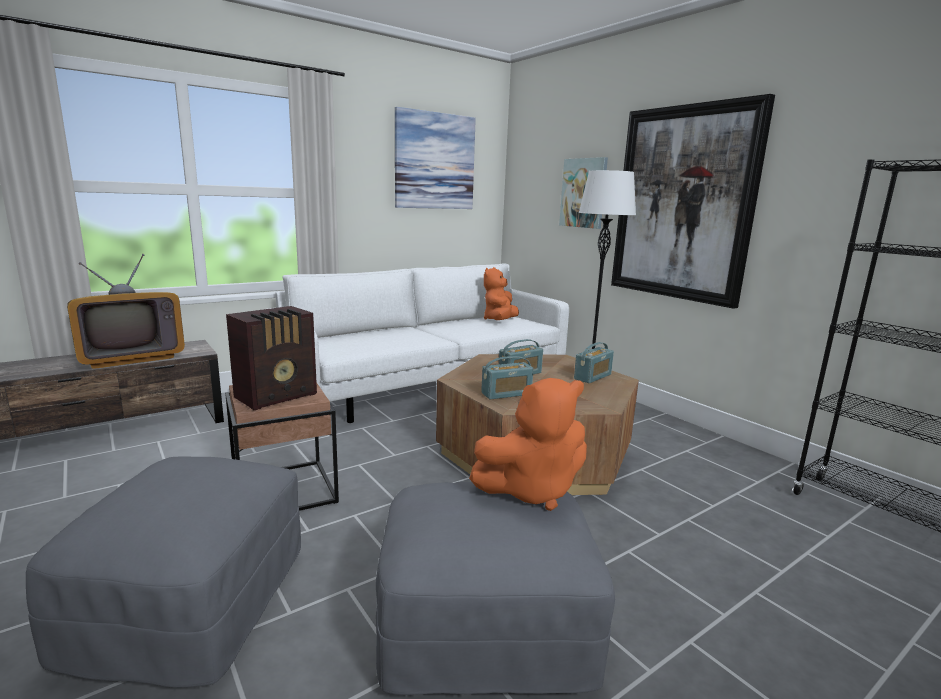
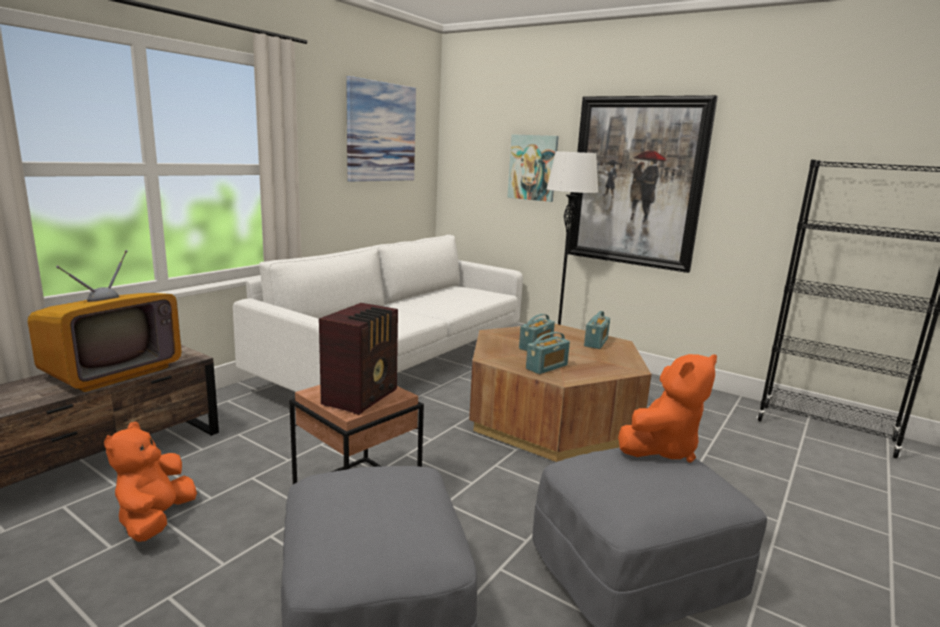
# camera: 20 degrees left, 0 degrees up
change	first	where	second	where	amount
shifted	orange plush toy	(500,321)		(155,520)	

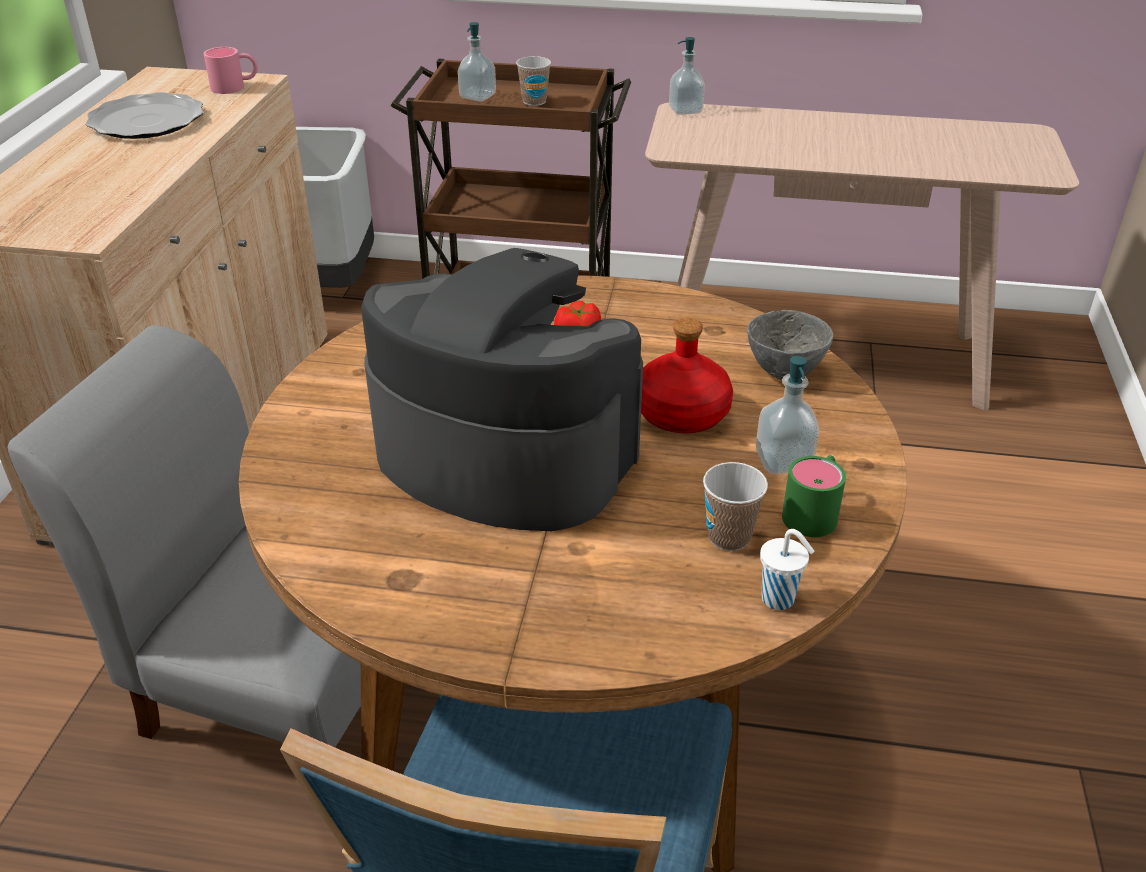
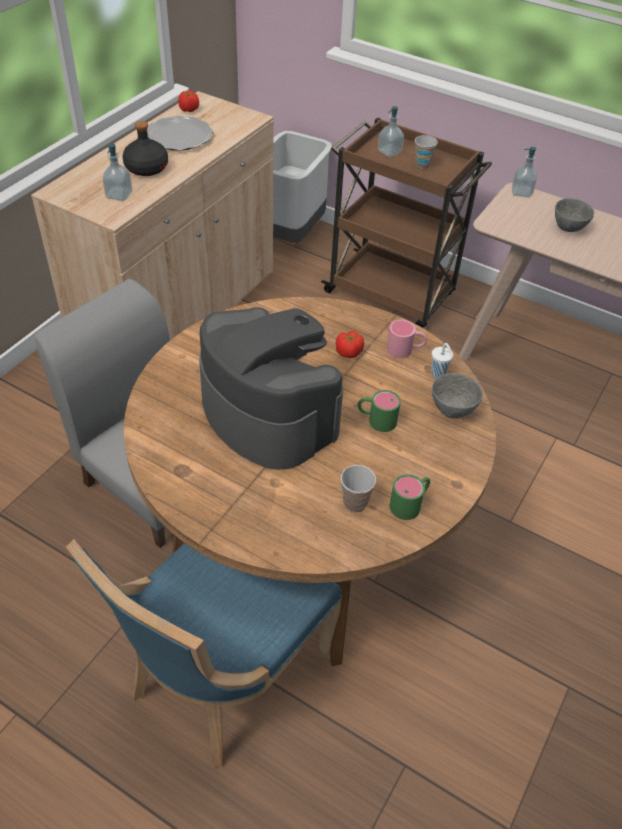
# camera: 20 degrees right, 10 degrees up
change	first	where	second	where	amount
shifted	pinkish tea mug	(235,87)		(405,350)	
swapped	red-coloured bottle	(681,414)	greenish tea mug	(376,419)	
shifted	liquid soap bottle	(783,461)		(119,195)	
shifted	white drinking cup	(779,600)		(438,374)	
new			tomato	(189,109)	
new			black bottle	(146,168)	
new			grey serving bowl	(569,228)	

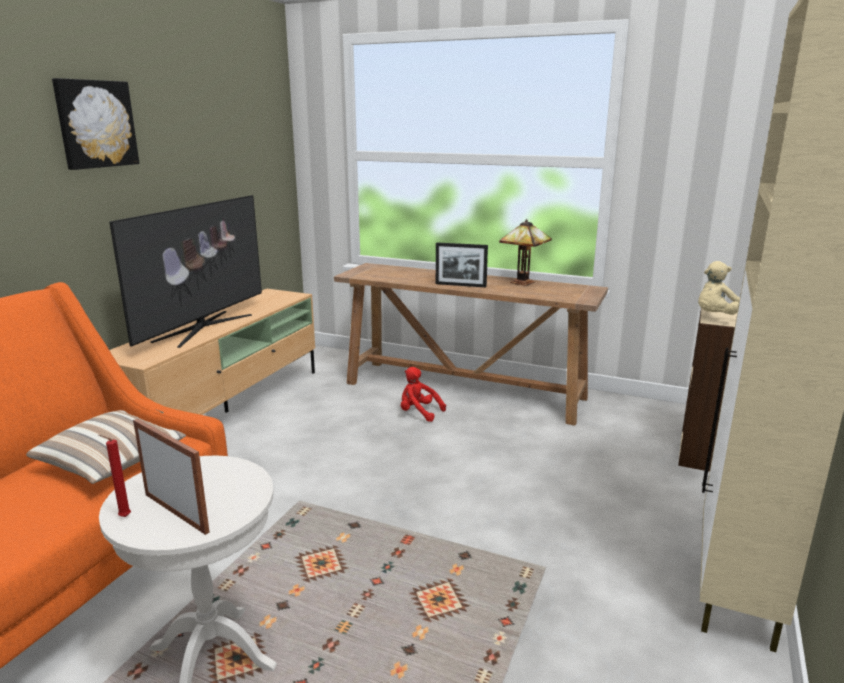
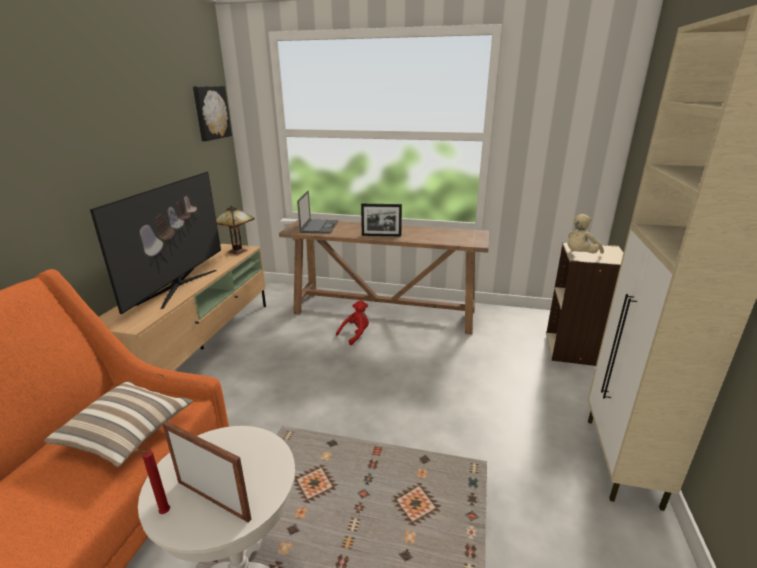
# camera: 10 degrees left, 5 degrees up
change	first	where	second	where	amount
shifted	wall art	(95,124)		(211,112)	
shifted	lamp for a table	(524,282)		(239,251)	
rotated	red-coloured plush toy	(419,413)		(355,334)	120 degrees clockwise
new			laptop	(319,226)	

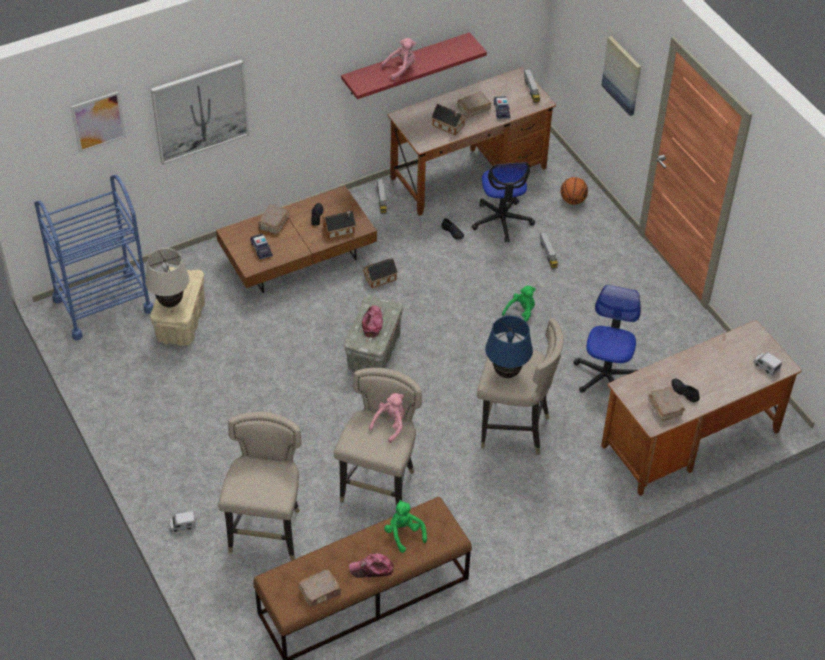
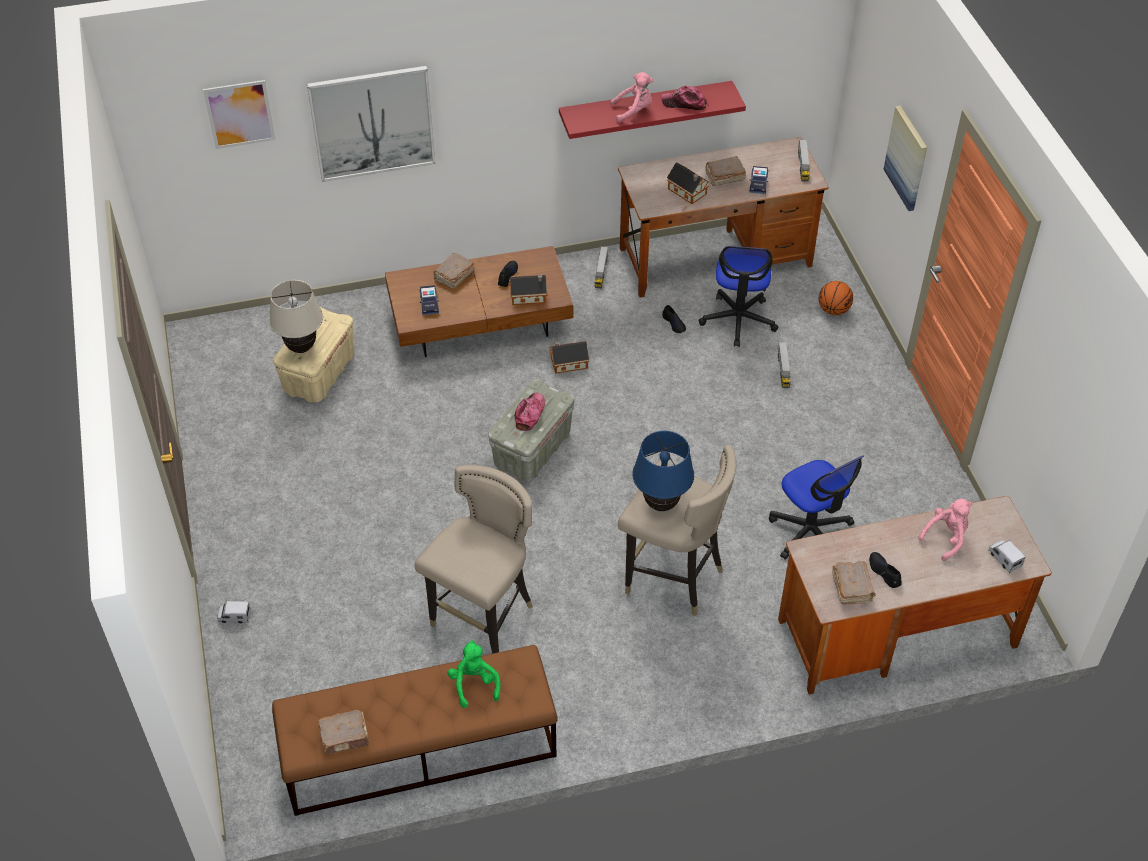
# camera: 15 degrees right, 0 degrees up
change	first	where	second	where	amount
gone	bluish trolley	(103,305)			
rotated	desk chair	(606,376)		(810,532)	120 degrees clockwise
gone	greenish plush toy	(521,314)			
shifted	pinkish plush toy	(390,424)		(946,538)	
gone	beige-coloured sitting stool	(267,534)			
shifted	cap	(372,569)		(684,103)	

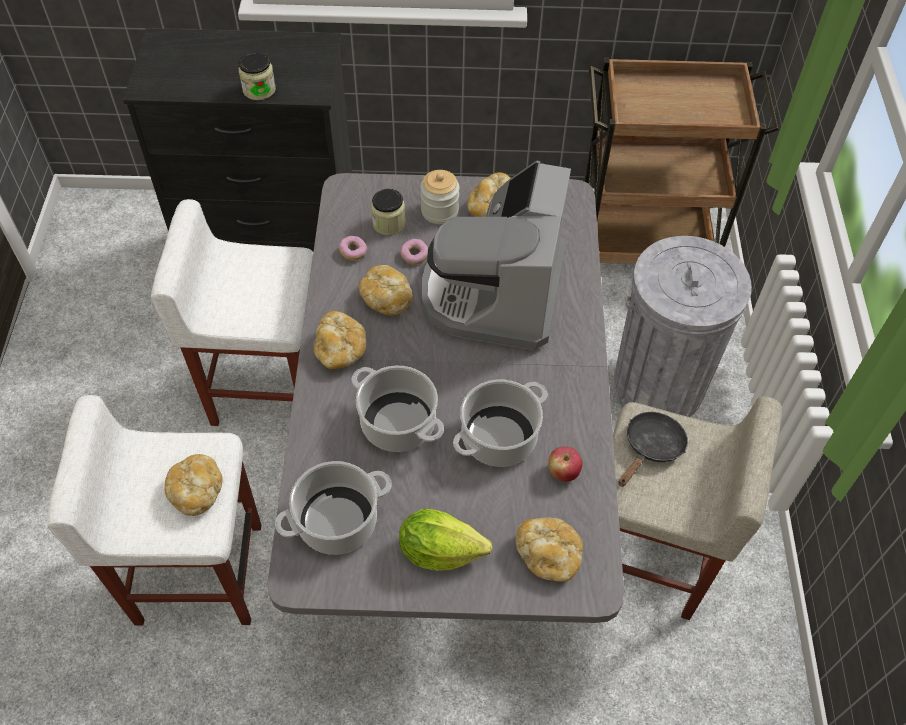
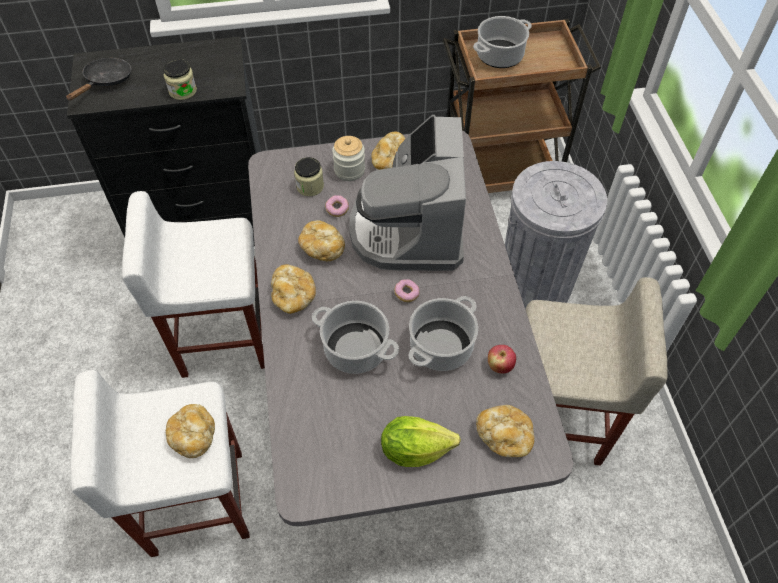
# camera: 10 degrees left, 0 degrees up
change	first	where	second	where	amount
shifted	ring doughnut	(353,252)		(406,294)	
shifted	black frying pan	(651,448)		(106,81)	
shifted	saucepot	(336,522)		(499,56)	

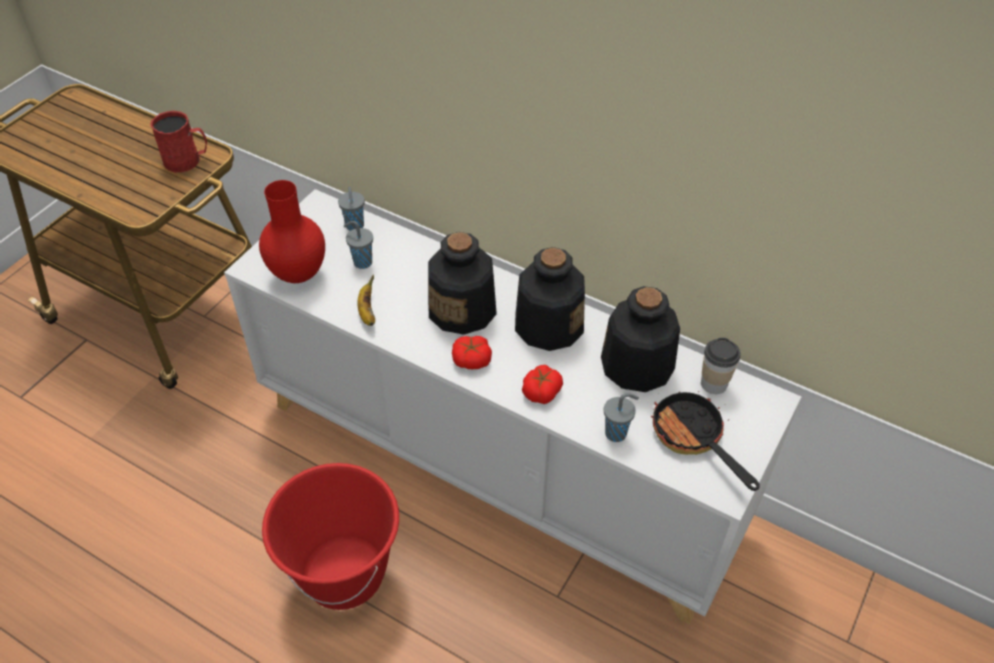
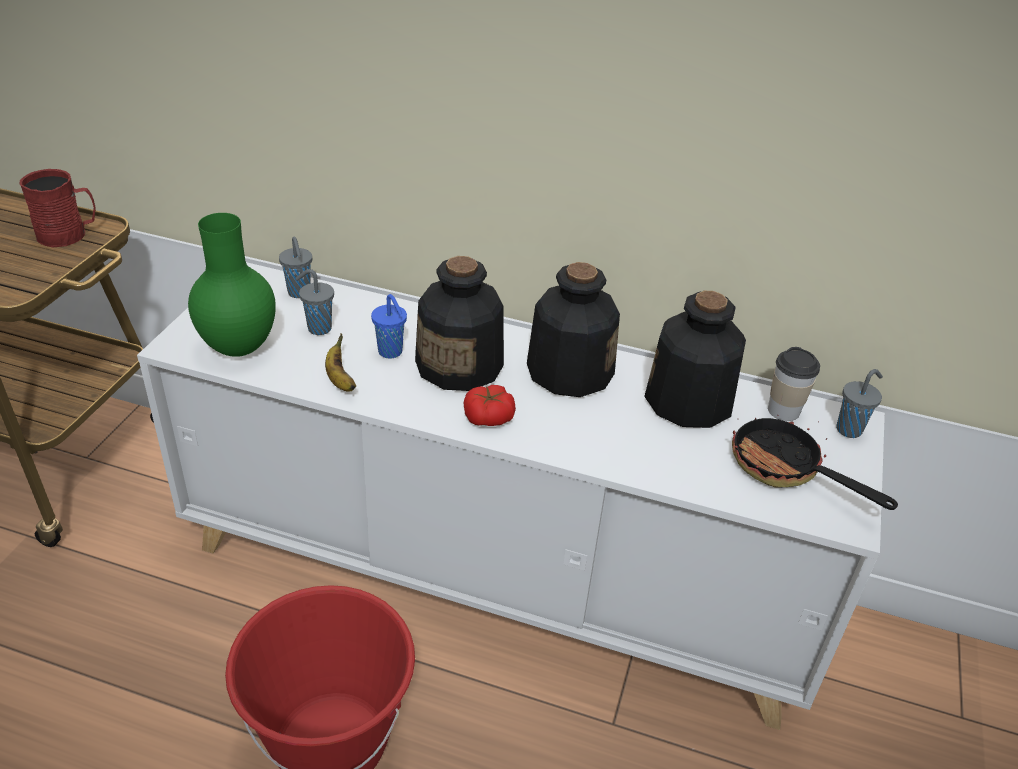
# camera: 15 degrees left, 10 degrees down
change	first	where	second	where	amount
repainted	red-coloured flower vase	(298,274)	greenish flower vase	(238,347)	
gone	tomato	(541,391)			
shifted	grey drinking cup	(617,433)		(850,429)	
new			bluish drinking cup	(391,352)	

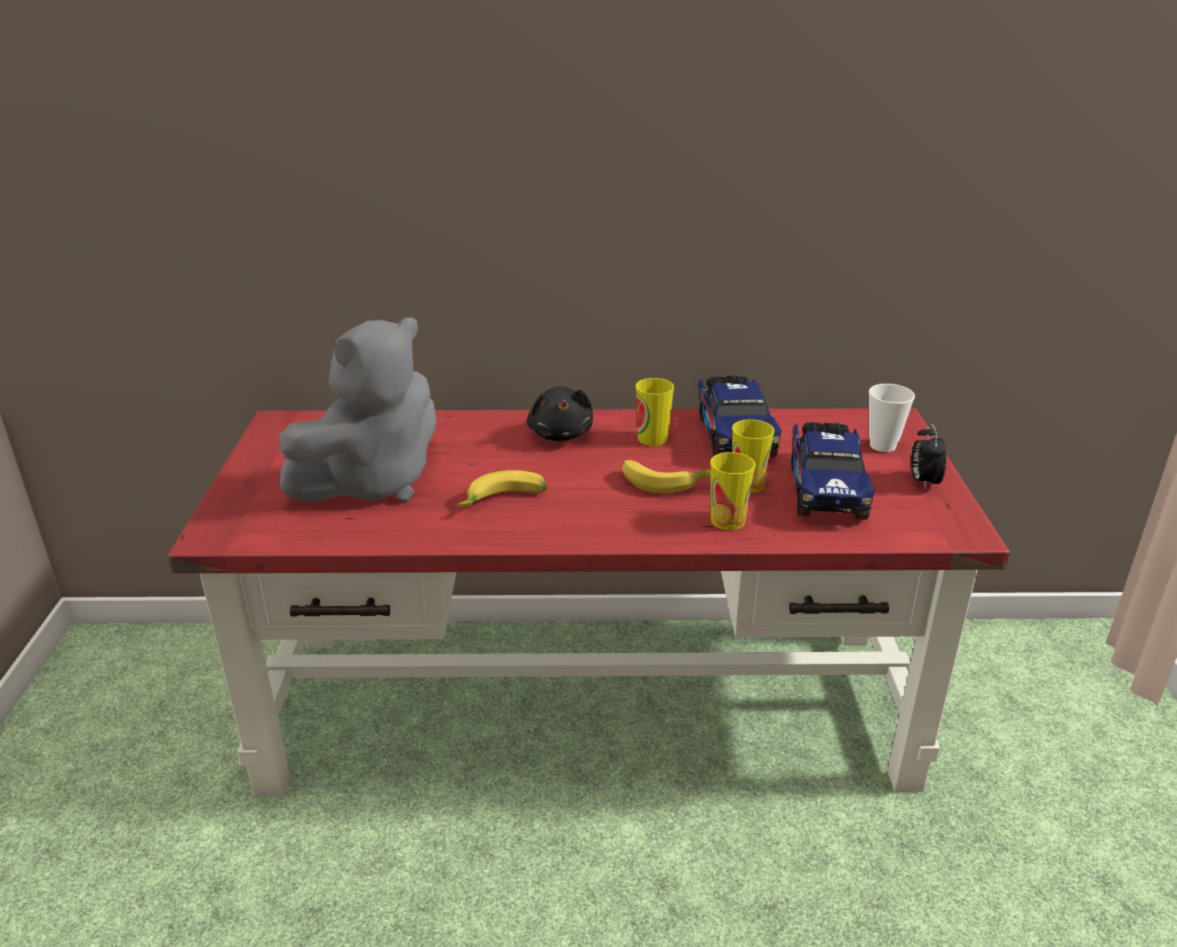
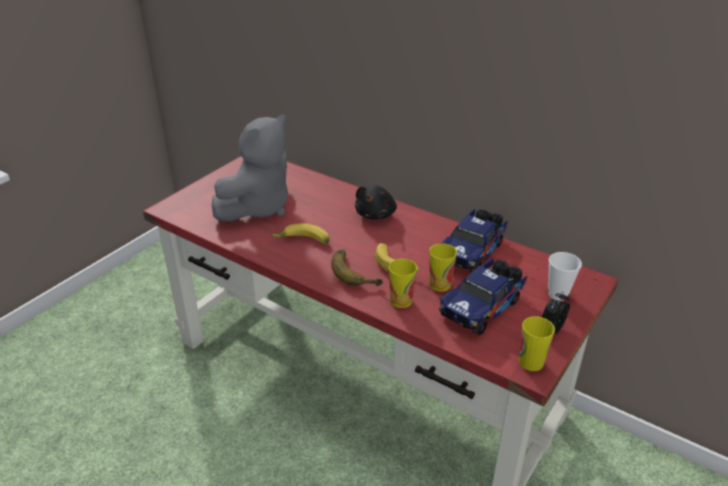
# camera: 35 degrees right, 5 degrees up
change	first	where	second	where	amount
rotated	grey plush toy	(373,482)		(258,207)	45 degrees counterclockwise
shifted	drinking cup	(652,438)		(531,362)	
new			whole banana	(356,271)	

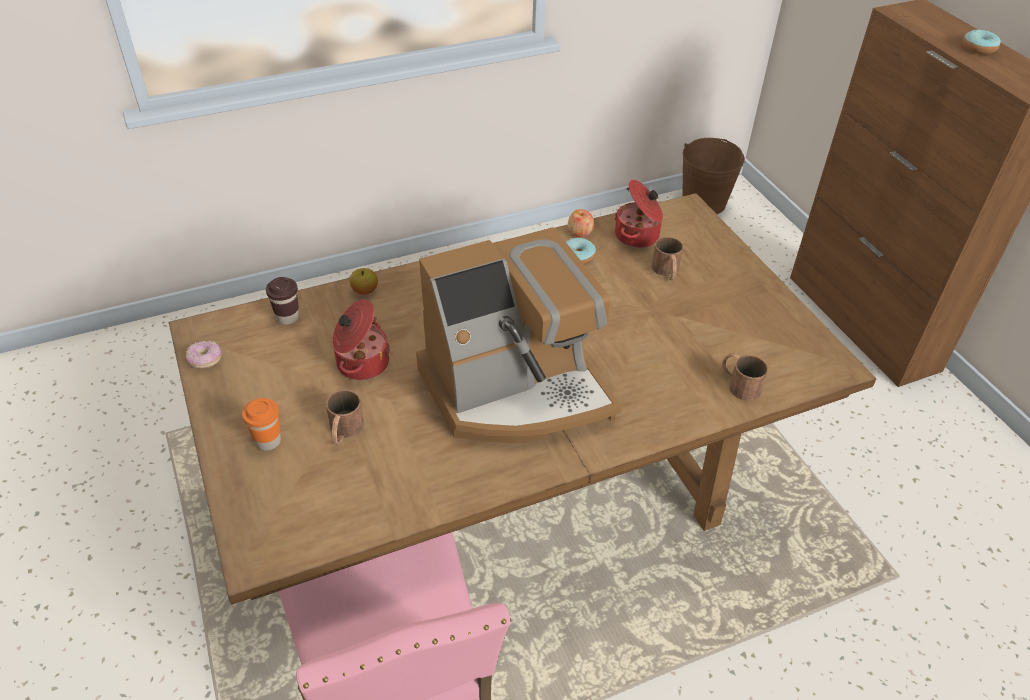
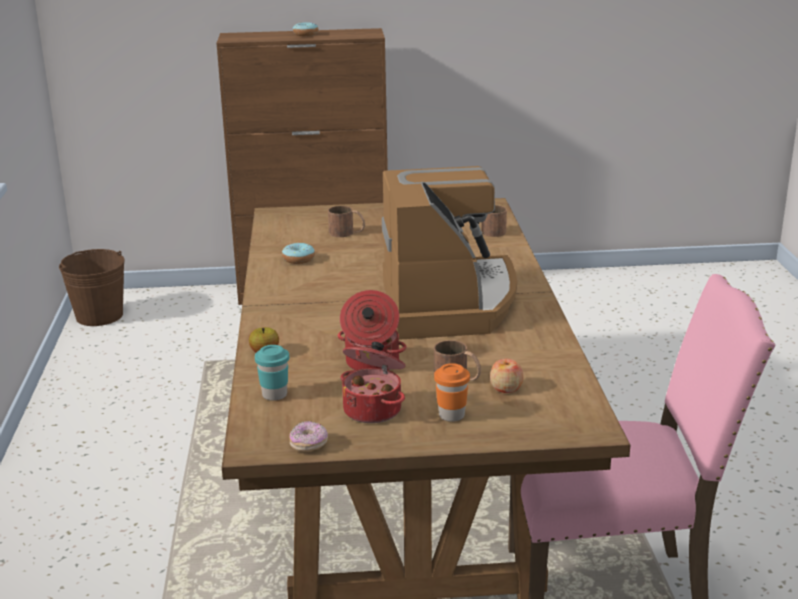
# camera: 70 degrees left, 20 degrees down
change	first	where	second	where	amount
shifted	saucepot	(638,236)		(373,409)	
shifted	apple	(580,232)		(506,388)	
repainted	brown-coloured drinking cup	(287,318)	blue-green drinking cup	(274,395)	

